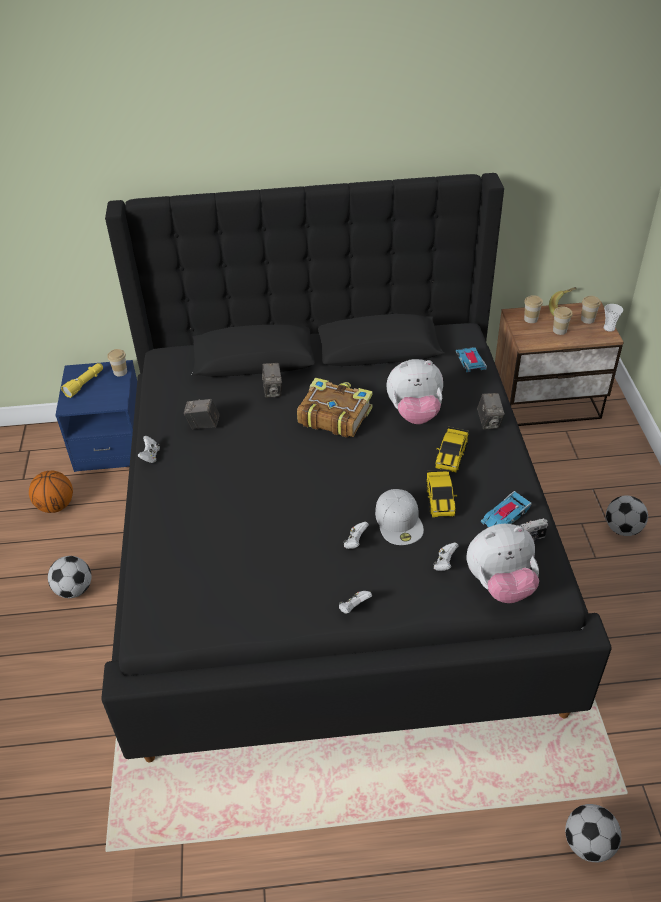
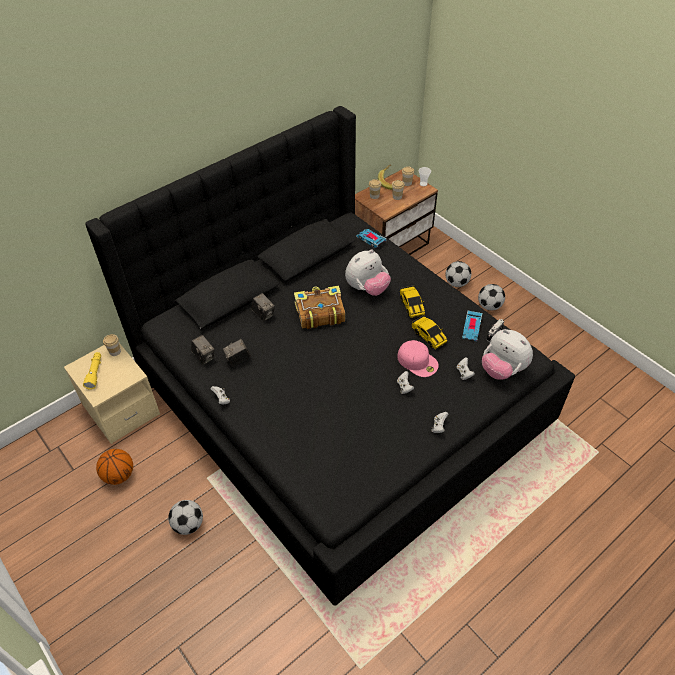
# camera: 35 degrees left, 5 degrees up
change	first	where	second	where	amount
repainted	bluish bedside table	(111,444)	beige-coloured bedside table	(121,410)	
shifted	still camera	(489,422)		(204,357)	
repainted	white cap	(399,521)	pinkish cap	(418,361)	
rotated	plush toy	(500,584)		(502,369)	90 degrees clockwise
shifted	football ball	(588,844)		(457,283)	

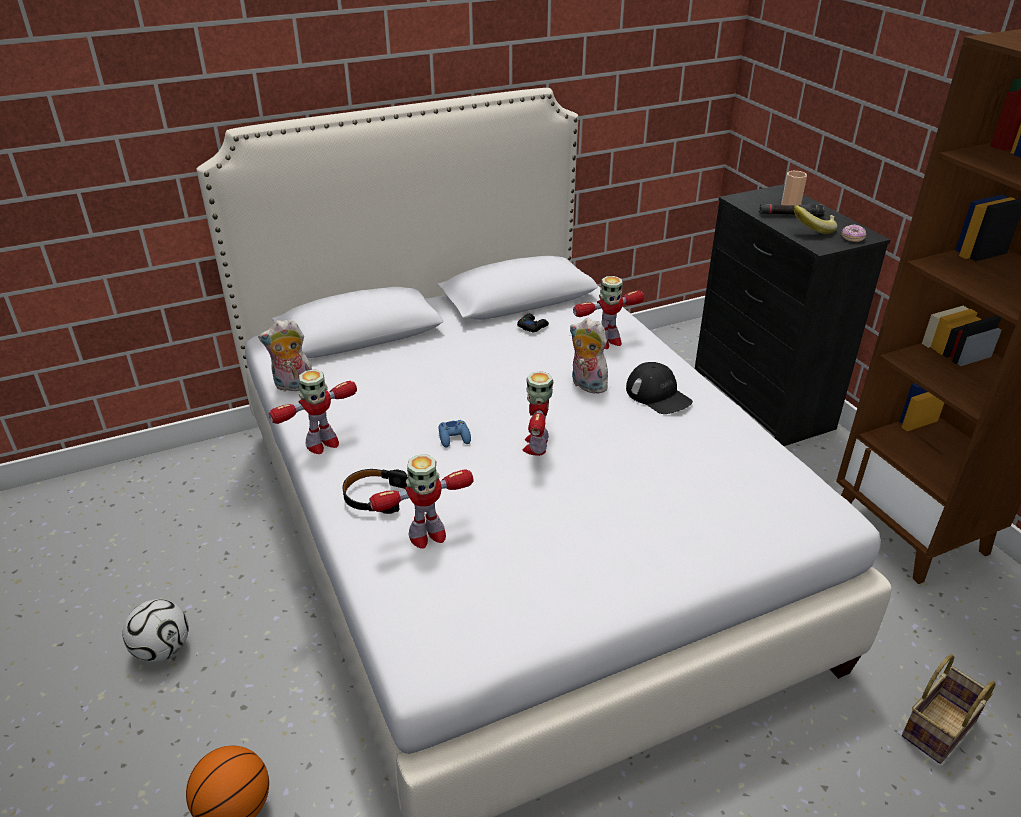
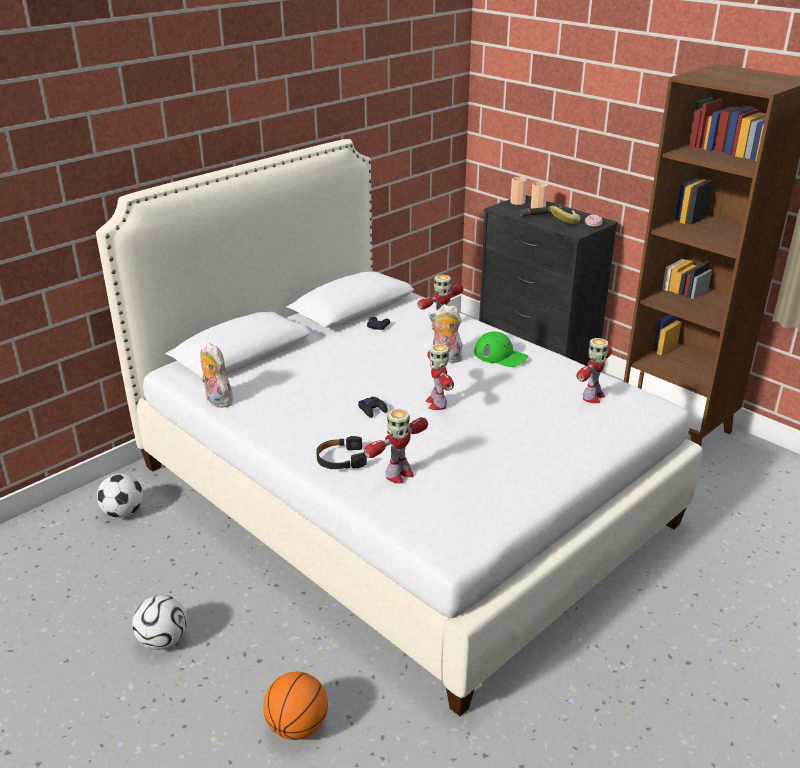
# camera: 20 degrees left, 5 degrees down
change	first	where	second	where	amount
rotated	plush toy	(293,386)		(216,400)	75 degrees clockwise
repainted	black cap	(658,395)	greenish cap	(500,355)	
shifted	toy robot	(321,444)		(592,397)	
repainted	bluish joypad	(454,437)	black joypad	(372,410)	
gone	storage basket	(939,730)			
new			drinking cup	(517,202)	
new			football ball	(123,512)	

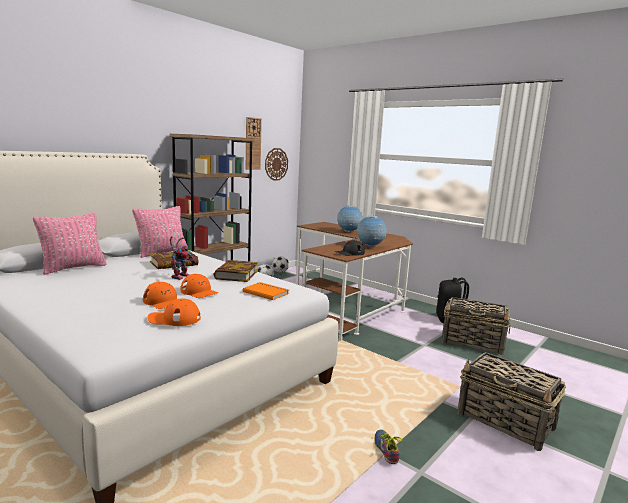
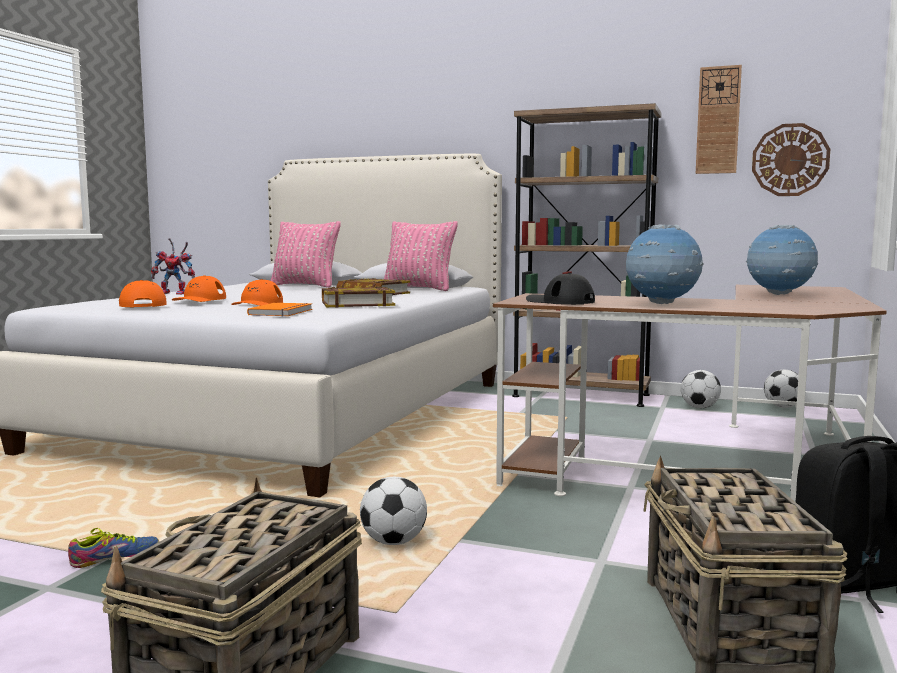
# camera: 70 degrees right, 5 degrees down
change	first	where	second	where	amount
shifted	toy robot	(180,276)		(176,293)	
new			football ball	(394,542)	

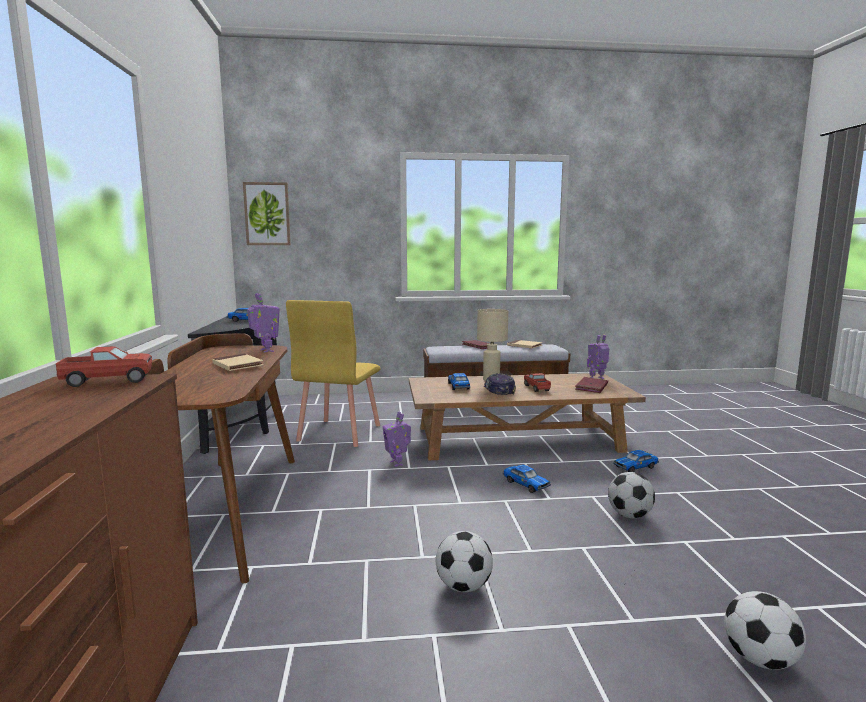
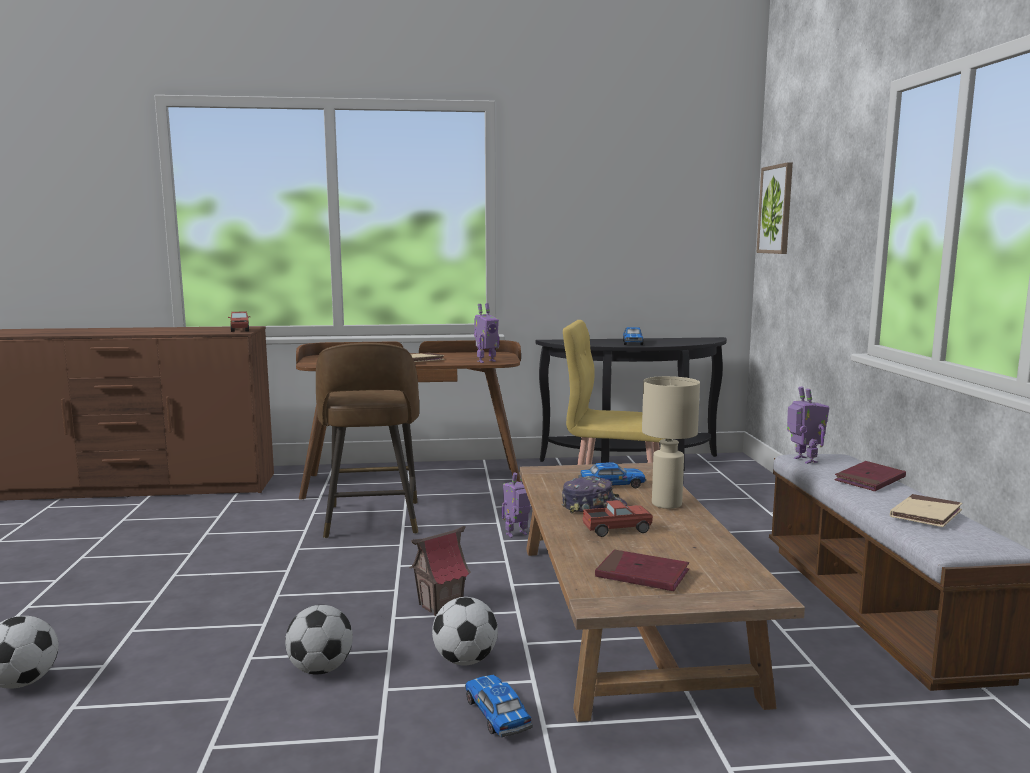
# camera: 90 degrees right, 0 degrees up
change	first	where	second	where	amount
shifted	toy robot	(597,378)		(804,460)	
swapped	miniature car	(525,484)	toy house	(441,605)	
shifted	football ball	(463,586)		(465,660)	
new			brown-coloured sitting stool	(372,521)	

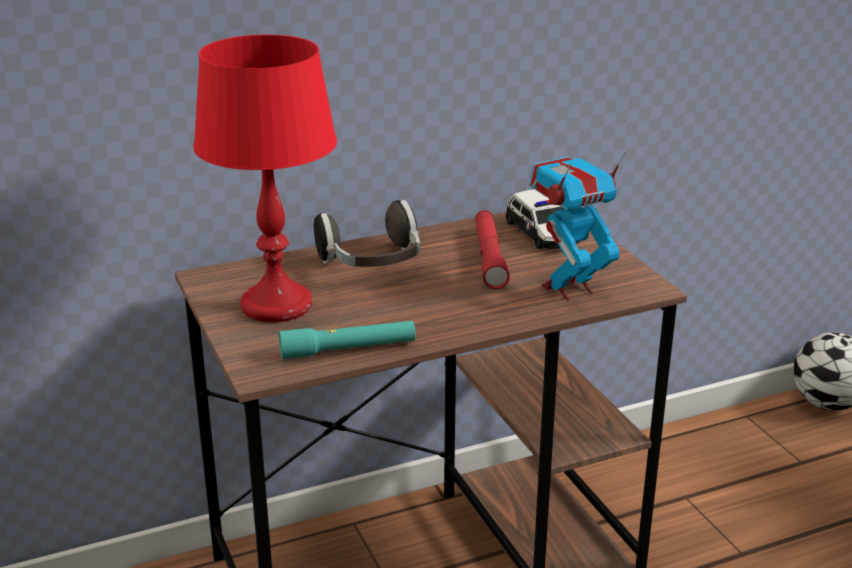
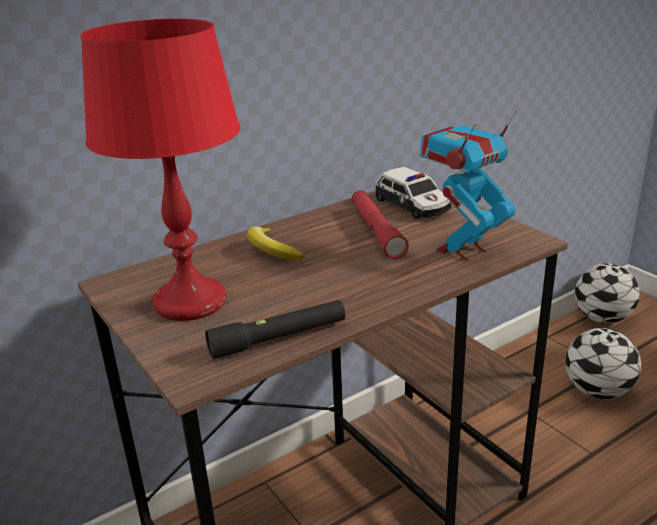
# camera: 10 degrees left, 0 degrees up
change	first	where	second	where	amount
swapped	headphones	(372,264)	whole banana	(271,250)	
repainted	blue-green torch	(348,349)	black torch	(278,338)	
new			football ball	(598,391)	

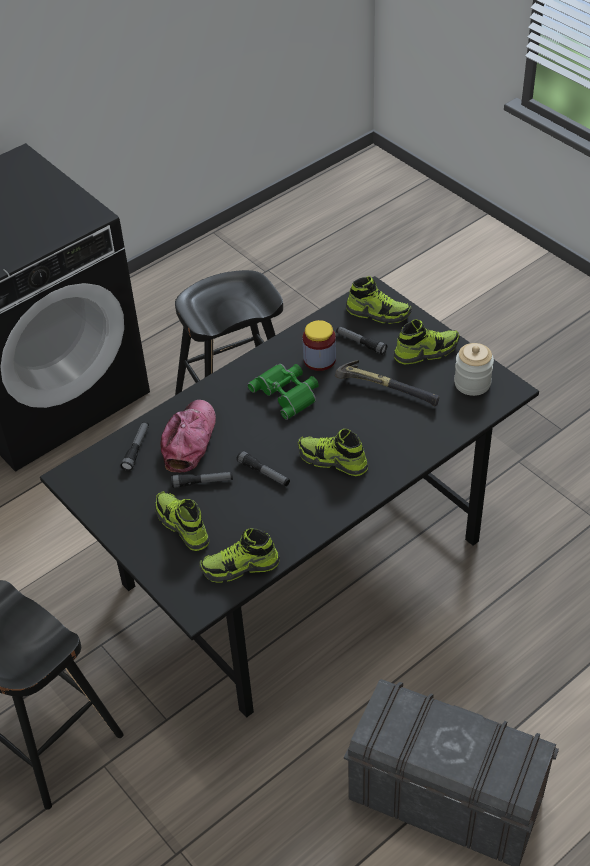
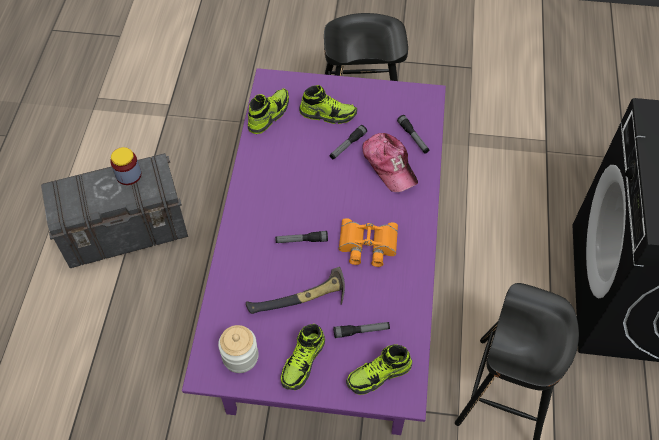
# camera: 135 degrees right, 10 degrees up
change	first	where	second	where	amount
repainted	black kitchen table	(301,565)	purple kitchen table	(328,303)	
shifted	jar	(319,359)		(128,175)	
repainted	greenish field glasses	(287,392)	orange field glasses	(367,246)	
gone	low shoe	(332,461)			
shifted	torch	(264,473)		(301,240)	

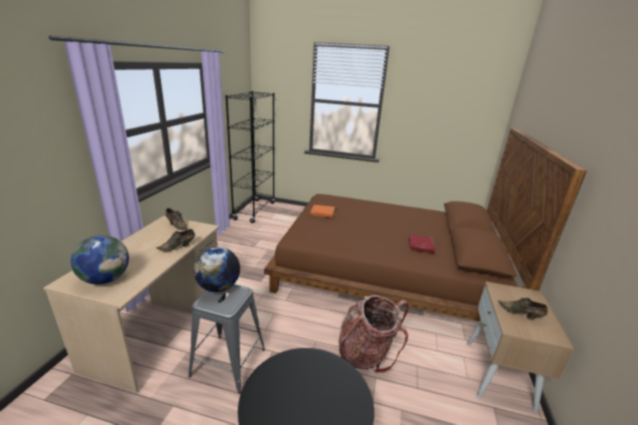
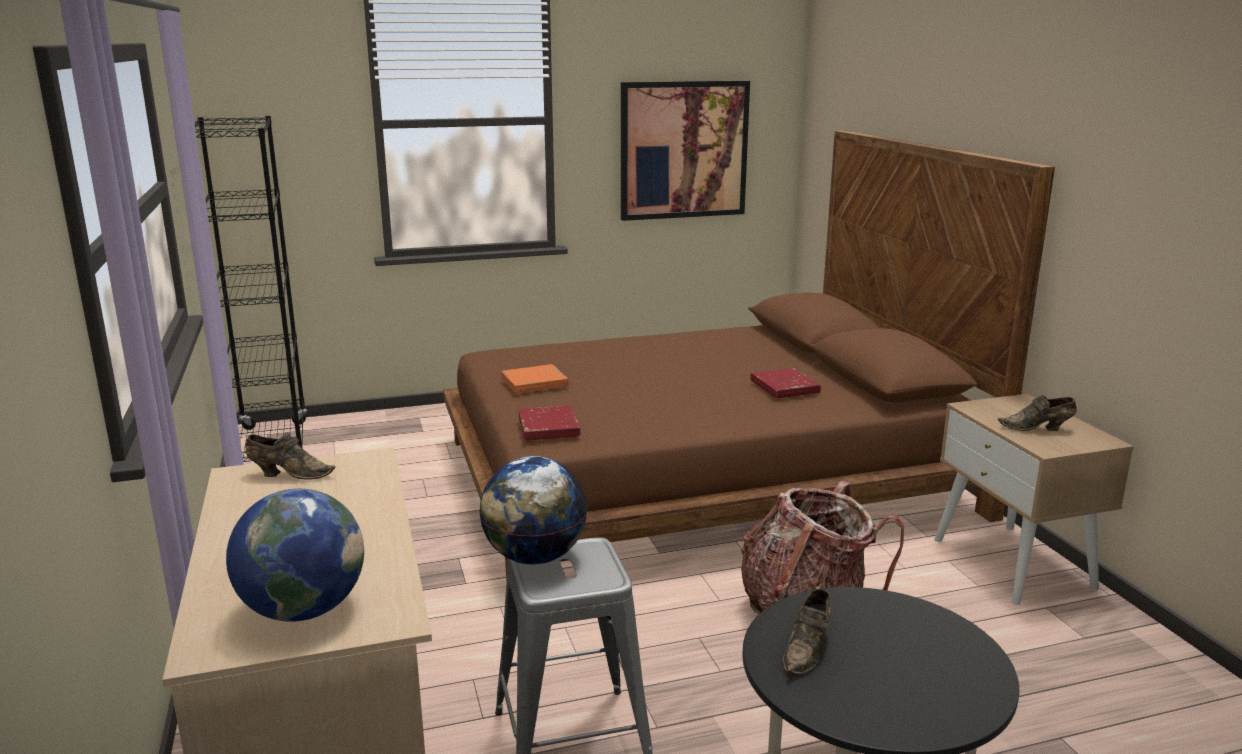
# camera: 30 degrees left, 5 degrees down
change	first	where	second	where	amount
shifted	brown-coloured low shoe	(178,247)		(807,651)	
new			wall art	(683,150)	
new			red-coloured volume	(548,428)	

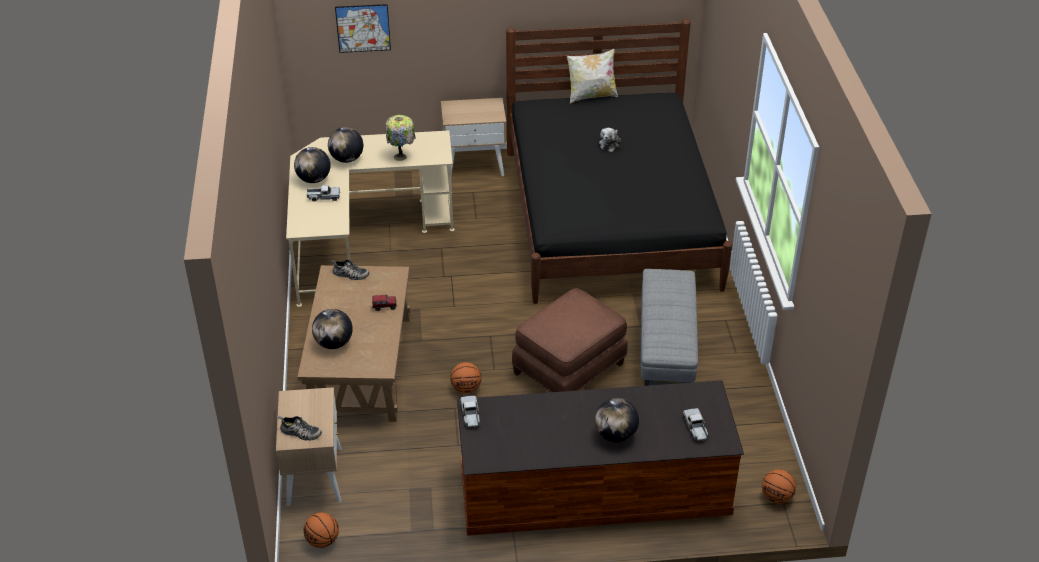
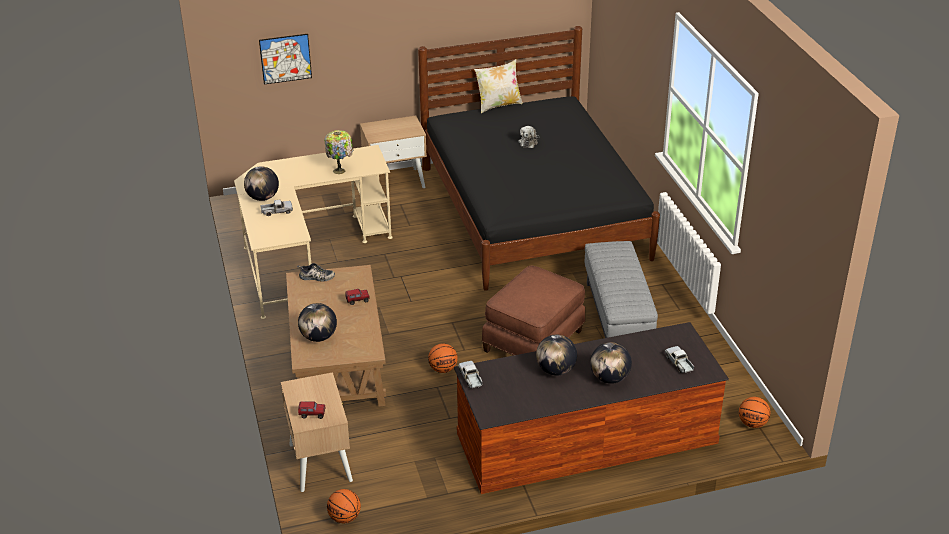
# camera: 10 degrees left, 5 degrees down
change	first	where	second	where	amount
shifted	globe	(346,159)		(555,370)	
swapped	low shoe	(300,433)	model truck	(312,415)	

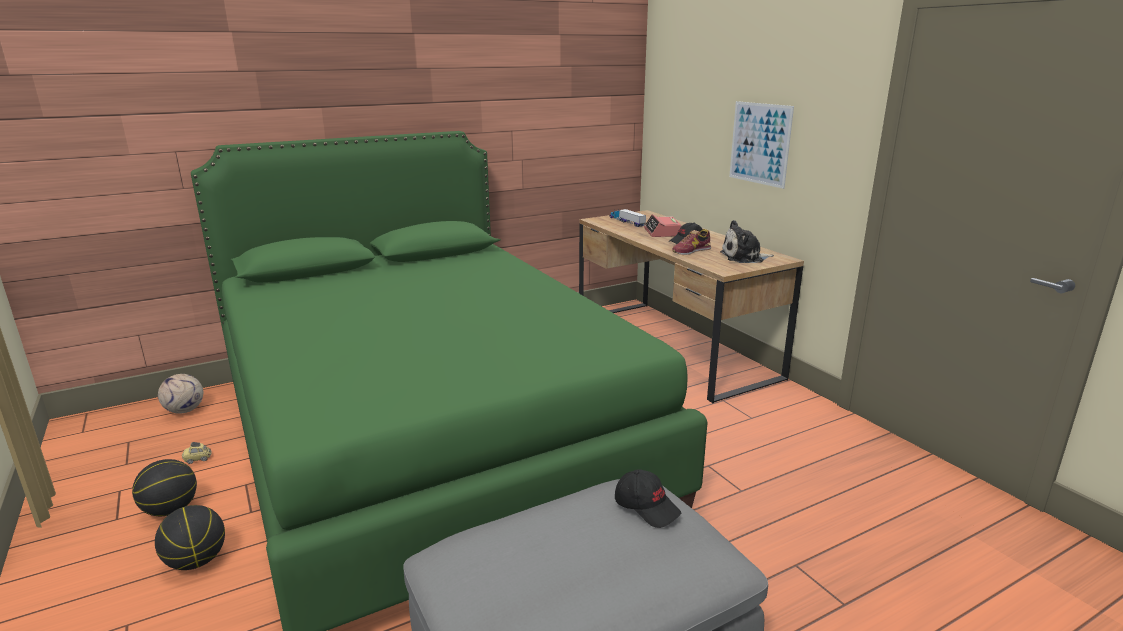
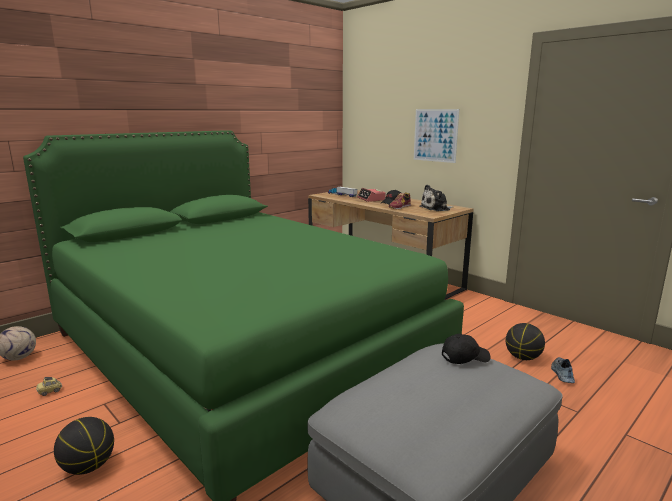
# camera: 15 degrees left, 5 degrees down
change	first	where	second	where	amount
shifted	basketball ball	(170,510)		(522,357)	
rotated	black cap	(647,507)		(465,357)	45 degrees counterclockwise
new			low shoe	(562,374)	

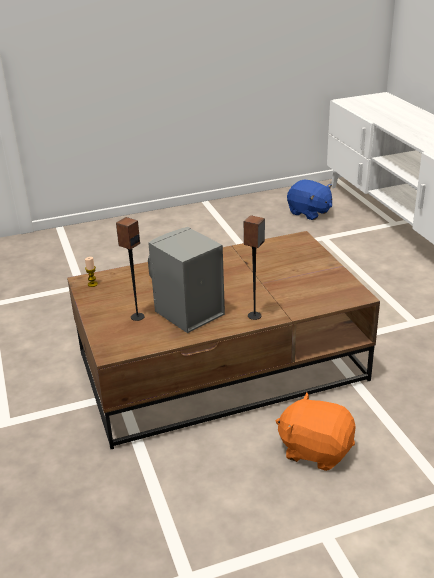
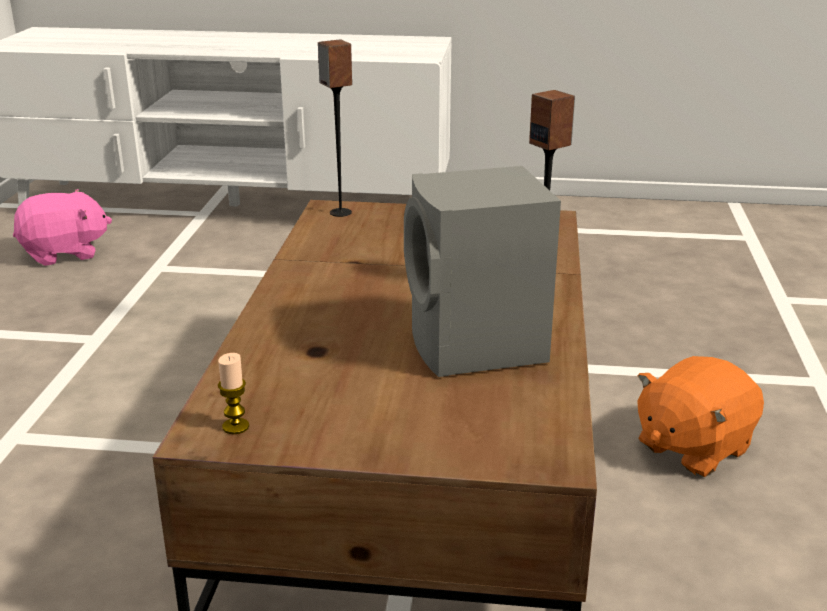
# camera: 65 degrees left, 5 degrees down
change	first	where	second	where	amount
repainted	bluish plush toy	(309,212)	pinkish plush toy	(65,253)	
shifted	speaker	(137,316)		(340,213)	

